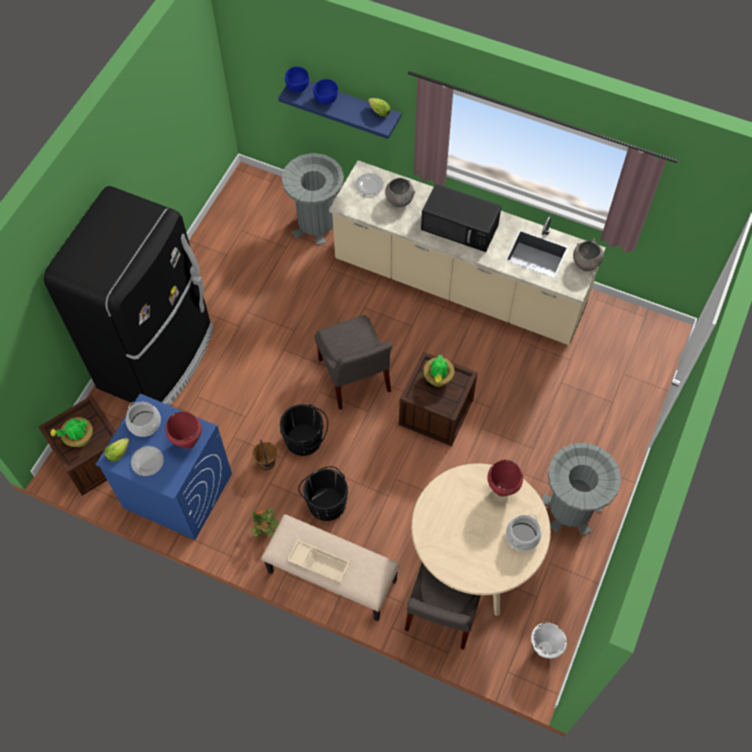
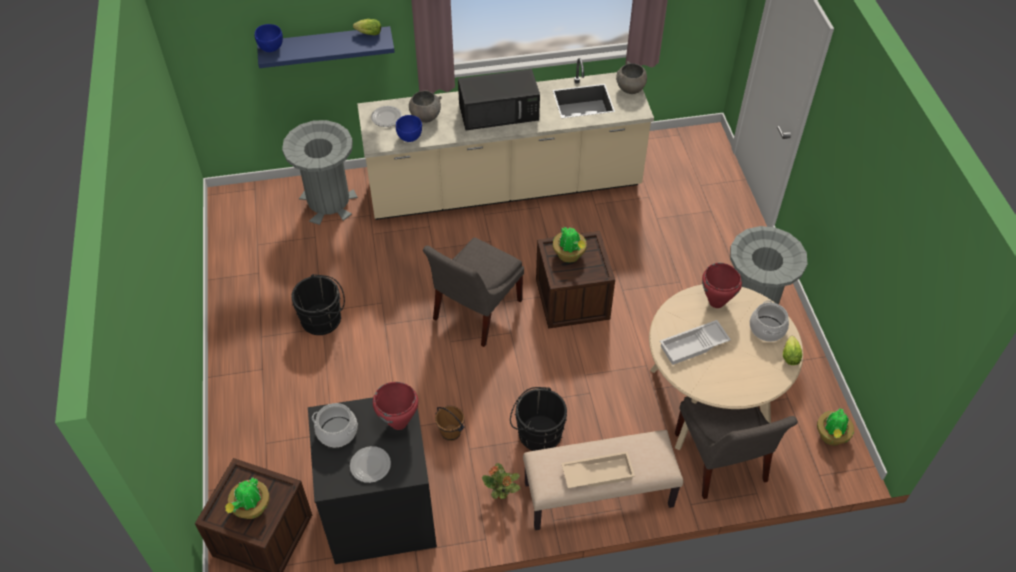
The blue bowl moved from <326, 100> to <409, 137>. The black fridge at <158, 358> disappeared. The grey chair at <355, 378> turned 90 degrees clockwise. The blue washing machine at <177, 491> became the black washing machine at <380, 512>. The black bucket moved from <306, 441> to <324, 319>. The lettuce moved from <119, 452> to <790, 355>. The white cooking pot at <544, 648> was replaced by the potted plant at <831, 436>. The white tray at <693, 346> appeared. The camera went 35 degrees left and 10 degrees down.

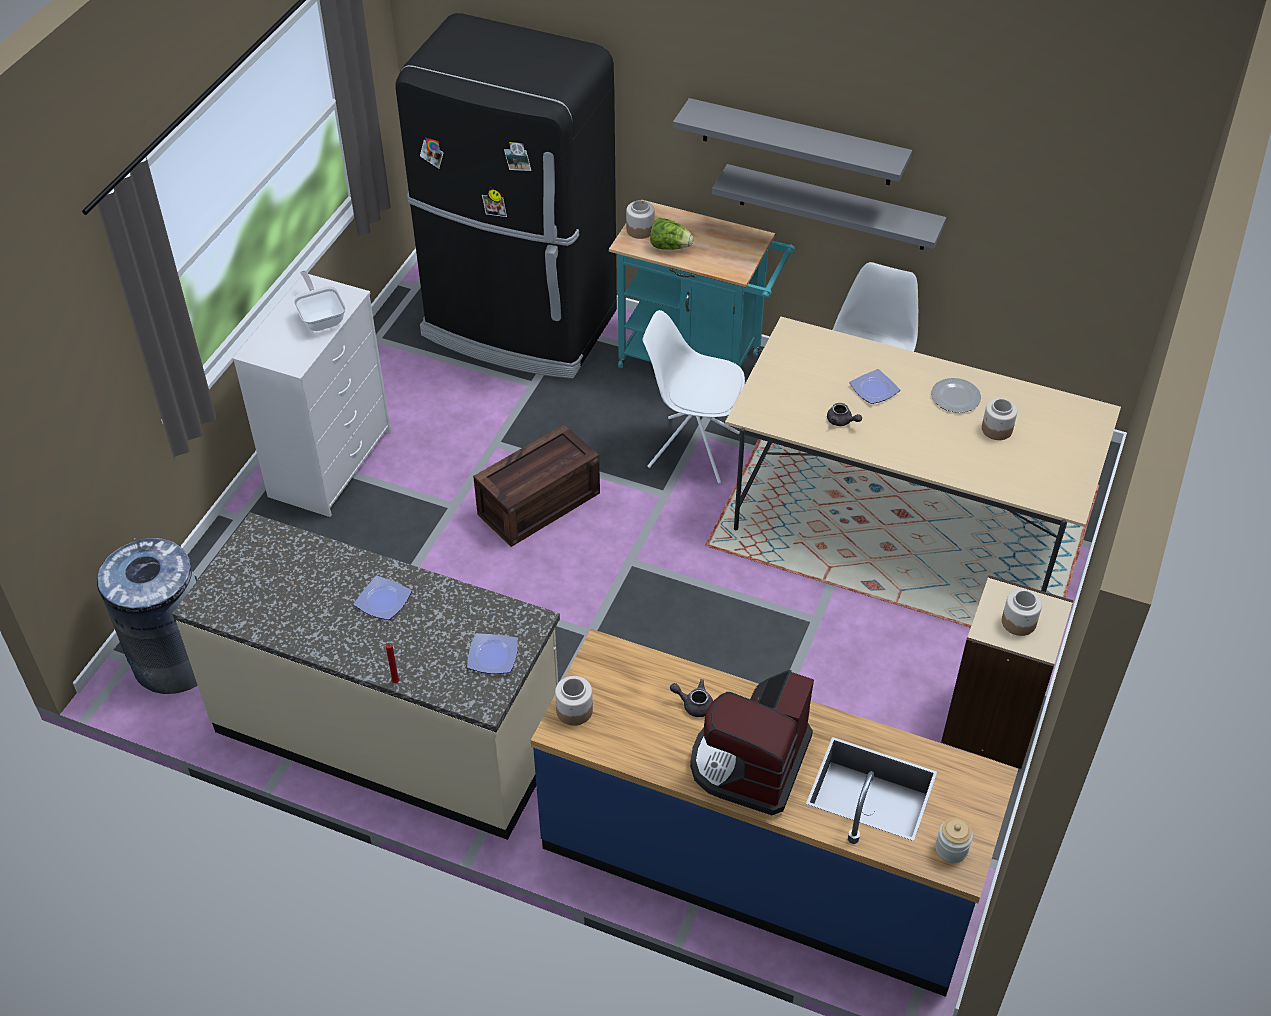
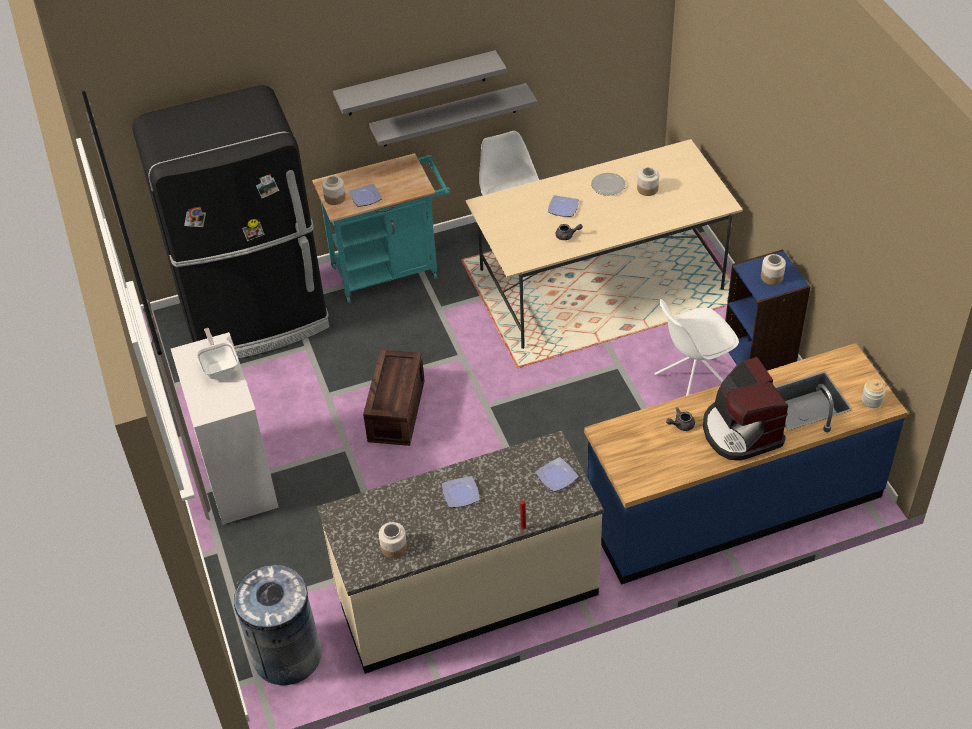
The lettuce at <670, 247> was replaced by the plate at <365, 197>. The frying pan at <321, 317> turned 45 degrees clockwise. The white chair moved from <691, 449> to <692, 384>. The beige bookcase at <992, 723> became the blue bookcase at <759, 354>. The jar moved from <574, 711> to <394, 547>. The camera went 40 degrees left and 0 degrees up.

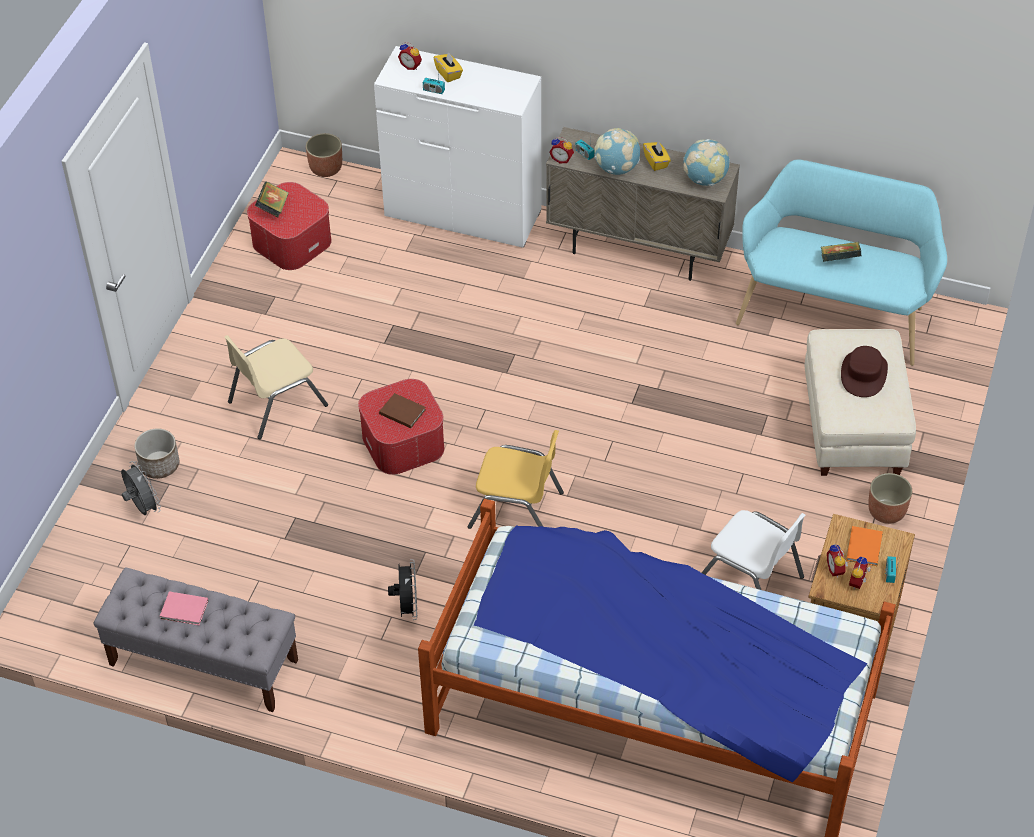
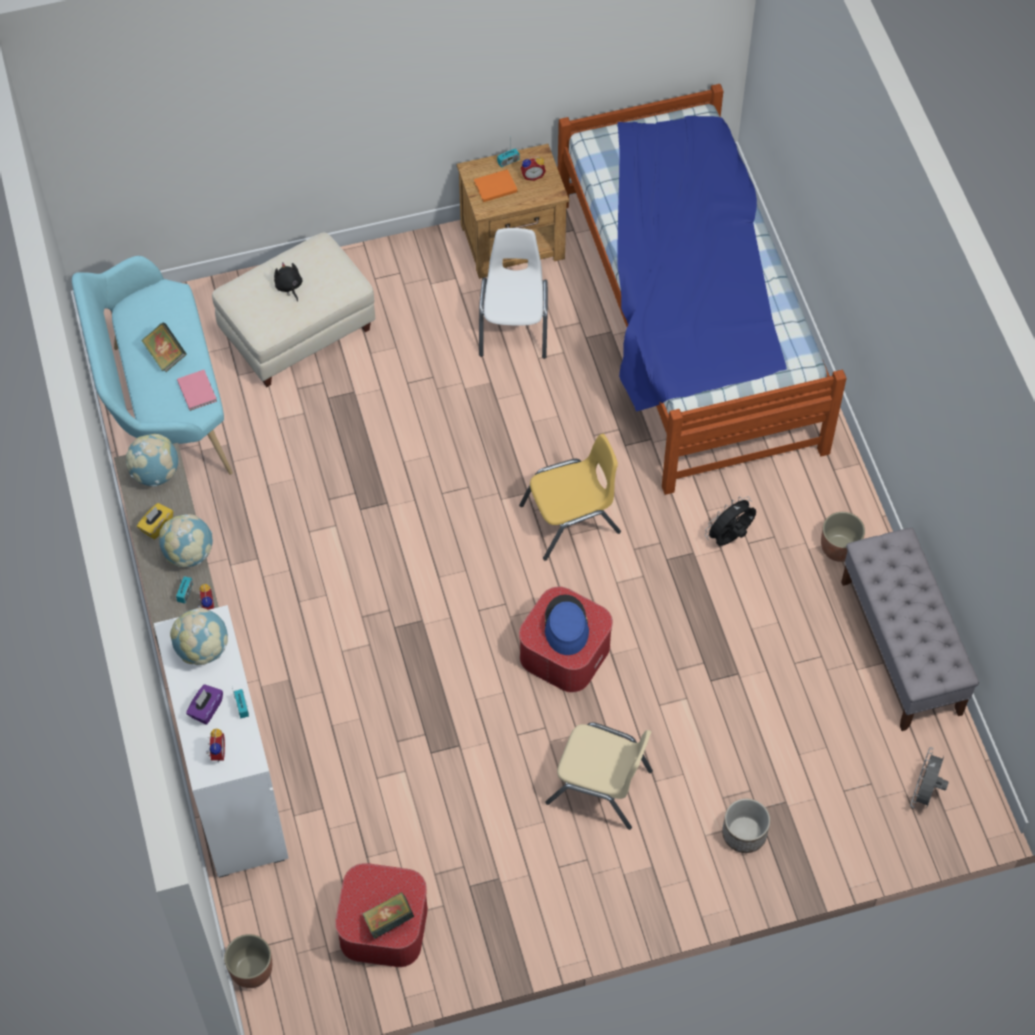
The yellow tissue box at <448, 74> became the purple tissue box at <206, 709>. The brown hat at <863, 374> was replaced by the black plush toy at <289, 286>. The brown book at <402, 411> was replaced by the blue hat at <566, 625>. The yellow chair at <516, 509> turned 90 degrees clockwise. The grey fan moved from <142, 507> to <924, 793>. The planter moved from <886, 511> to <839, 548>. The alarm clock at <836, 570> disappeared. The pink book moved from <185, 610> to <197, 390>. The globe at <202, 649> appeared. The camera went 125 degrees left and 10 degrees up.

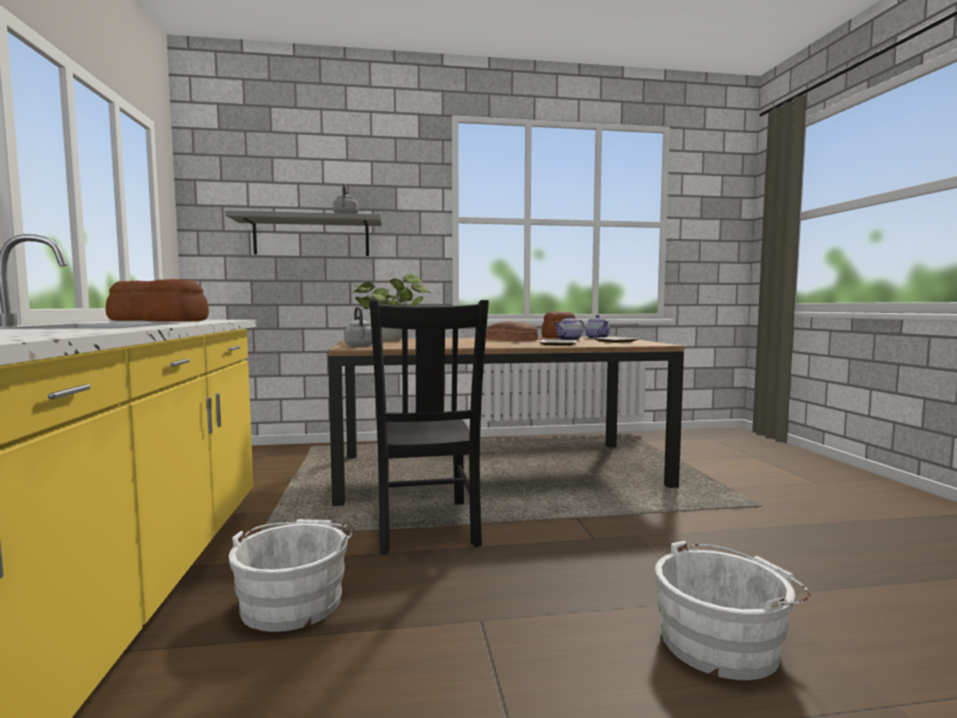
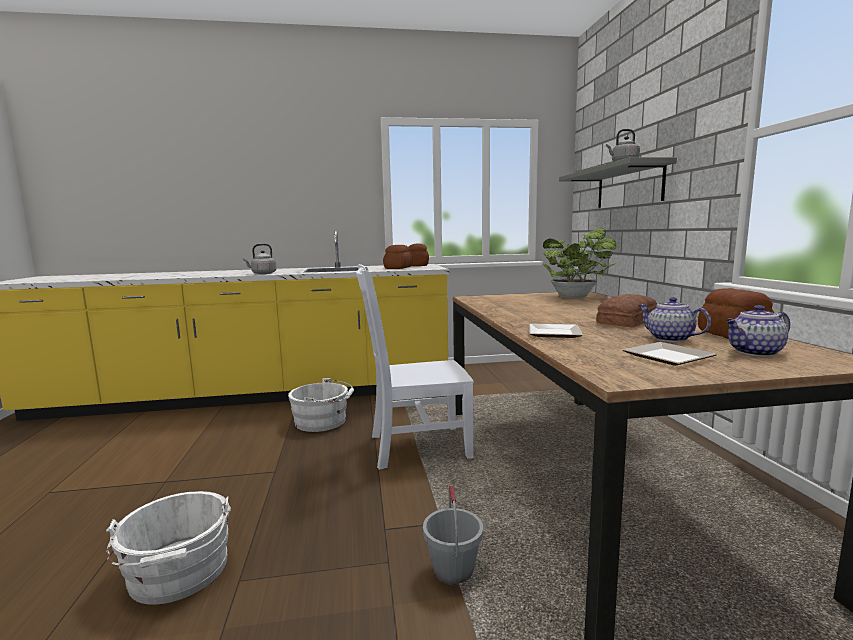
The black chair at <426, 528> became the white chair at <415, 447>. The grey kettle moved from <360, 346> to <262, 273>. The grey bucket at <454, 571> appeared. The camera went 90 degrees right and 5 degrees up.

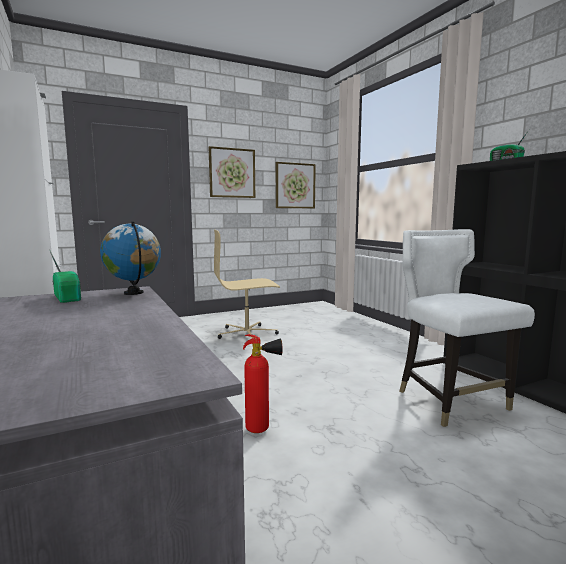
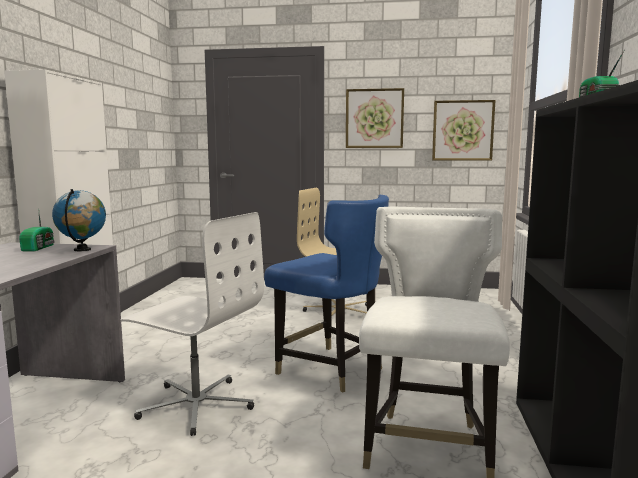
The fire extinguisher at <263, 429> was replaced by the white office chair at <196, 404>. The blue chair at <330, 369> appeared. The camera went 35 degrees right and 0 degrees up.

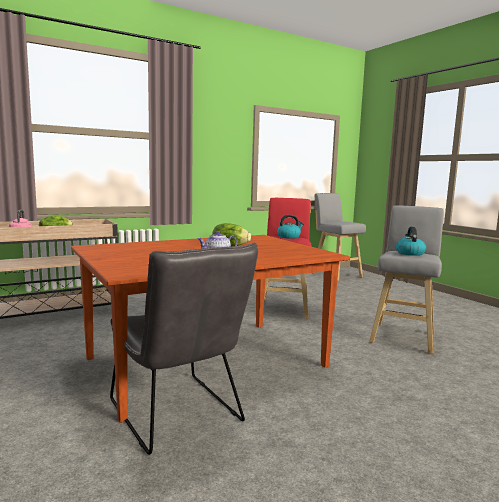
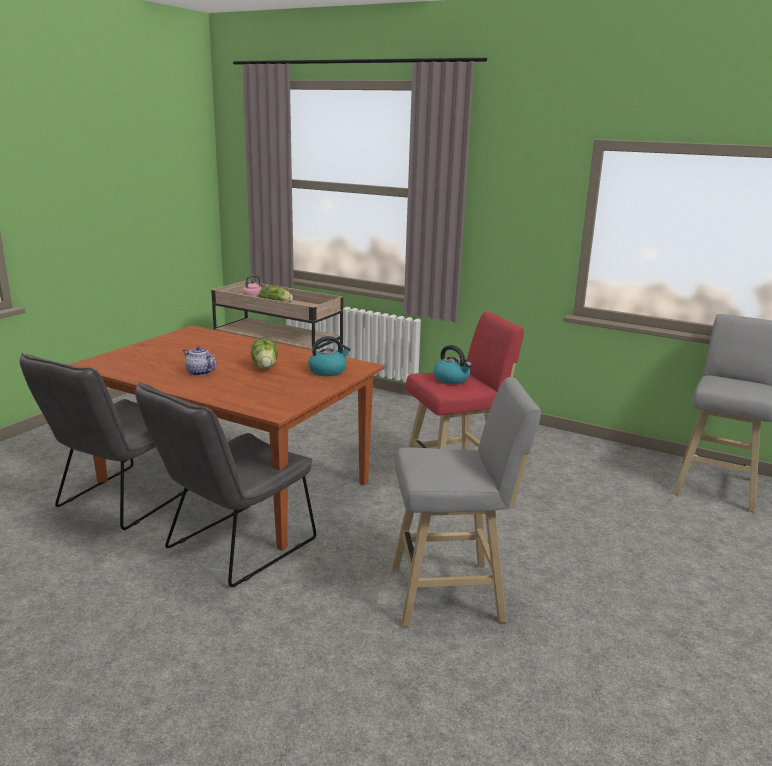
The kettle moved from <409, 253> to <328, 371>. The grey chair at <233, 548> appeared. The camera went 60 degrees right and 10 degrees up.

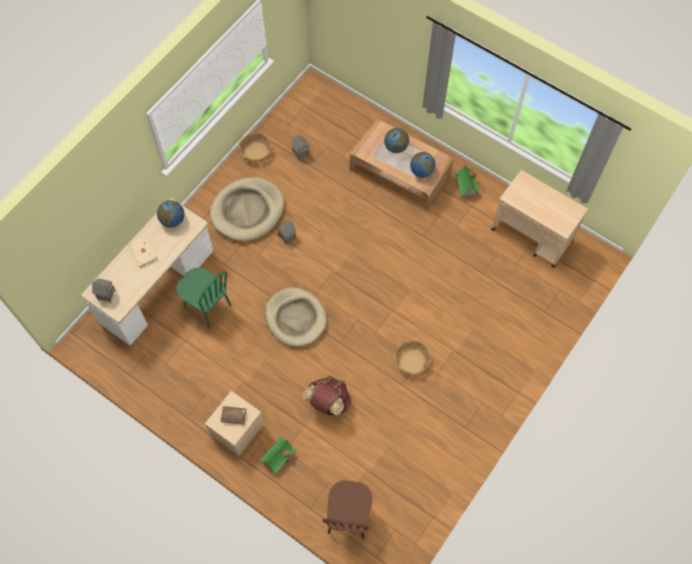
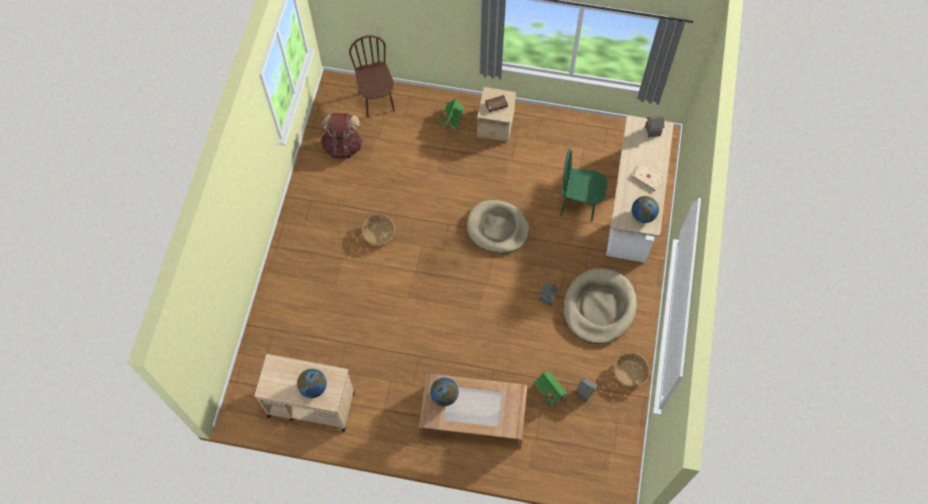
The globe moved from <396, 147> to <313, 387>. The toy house moved from <466, 186> to <550, 391>. The brown backpack moved from <328, 402> to <343, 146>. The camera went 155 degrees right and 0 degrees up.

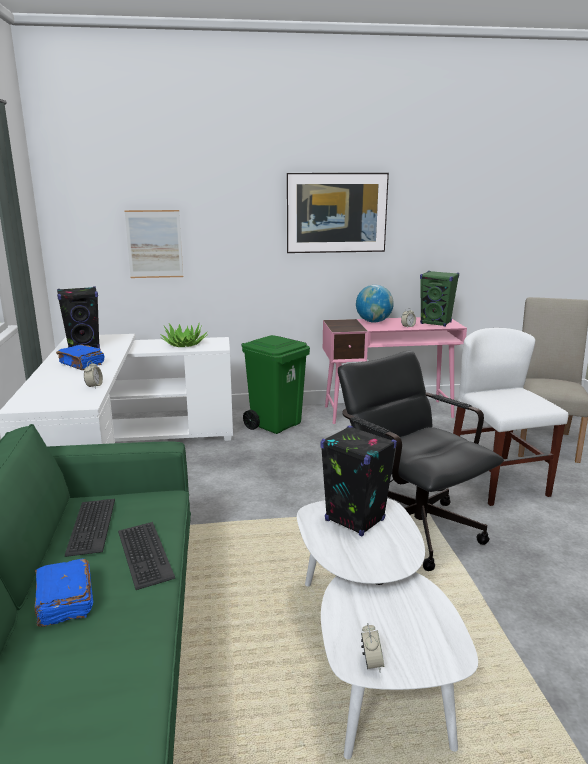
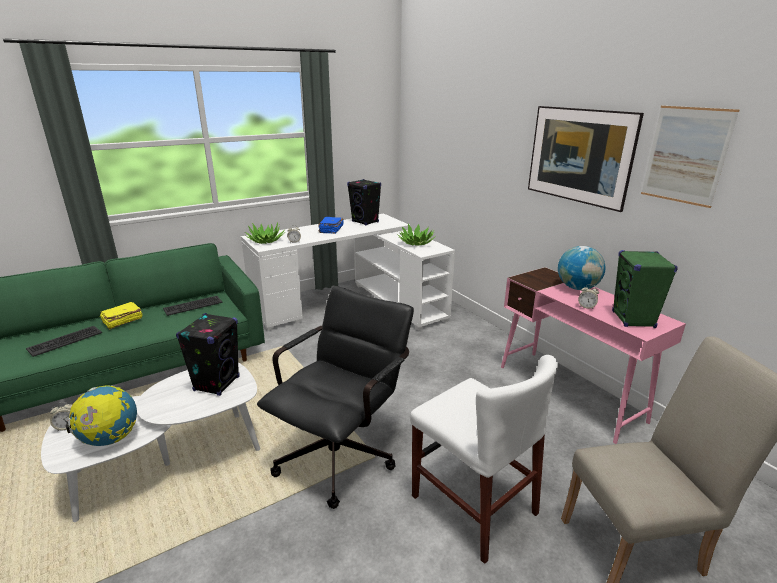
The picture moved from <154, 244> to <685, 155>. The white chair at <497, 481> turned 90 degrees clockwise. The green trash can at <276, 424> disappeared. The keyboard moved from <144, 554> to <65, 341>. The blue book at <64, 603> became the yellow book at <122, 321>. The potted plant at <265, 240> appeared. The globe at <110, 439> appeared. The camera went 65 degrees right and 5 degrees up.

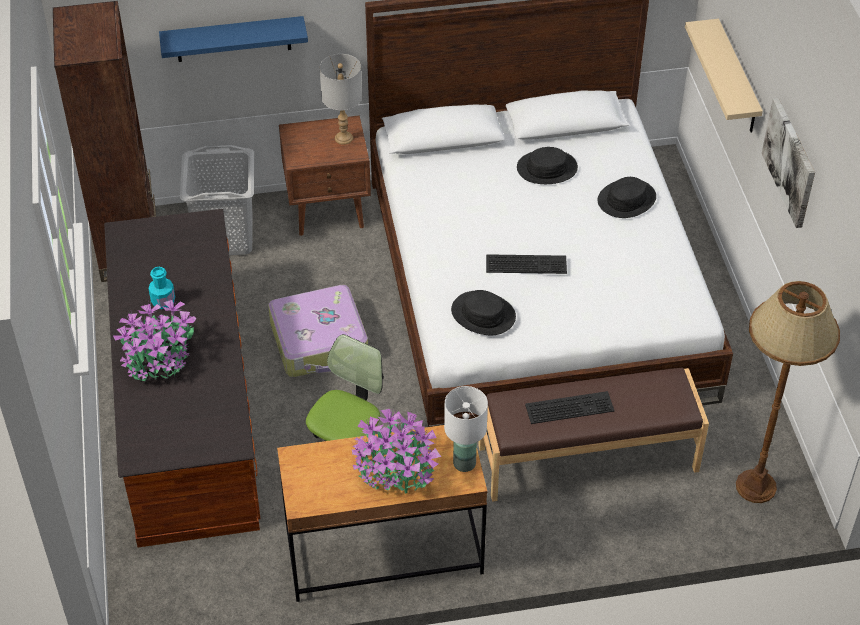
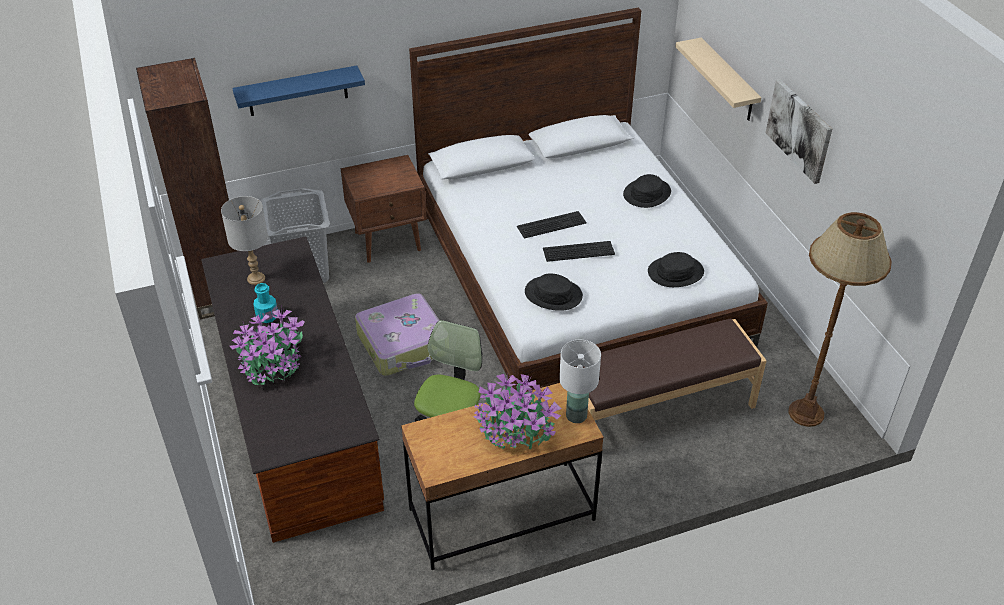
The grey table lamp moved from <343, 138> to <256, 279>. The black hat moved from <547, 168> to <675, 272>. The keyboard moved from <570, 406> to <551, 224>. The camera went 10 degrees left and 5 degrees down.

